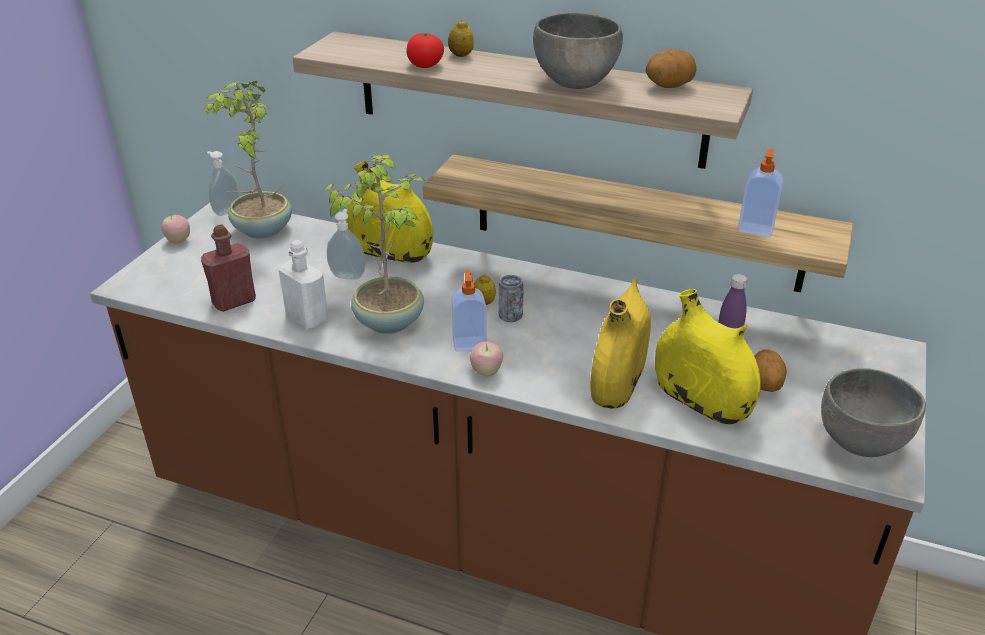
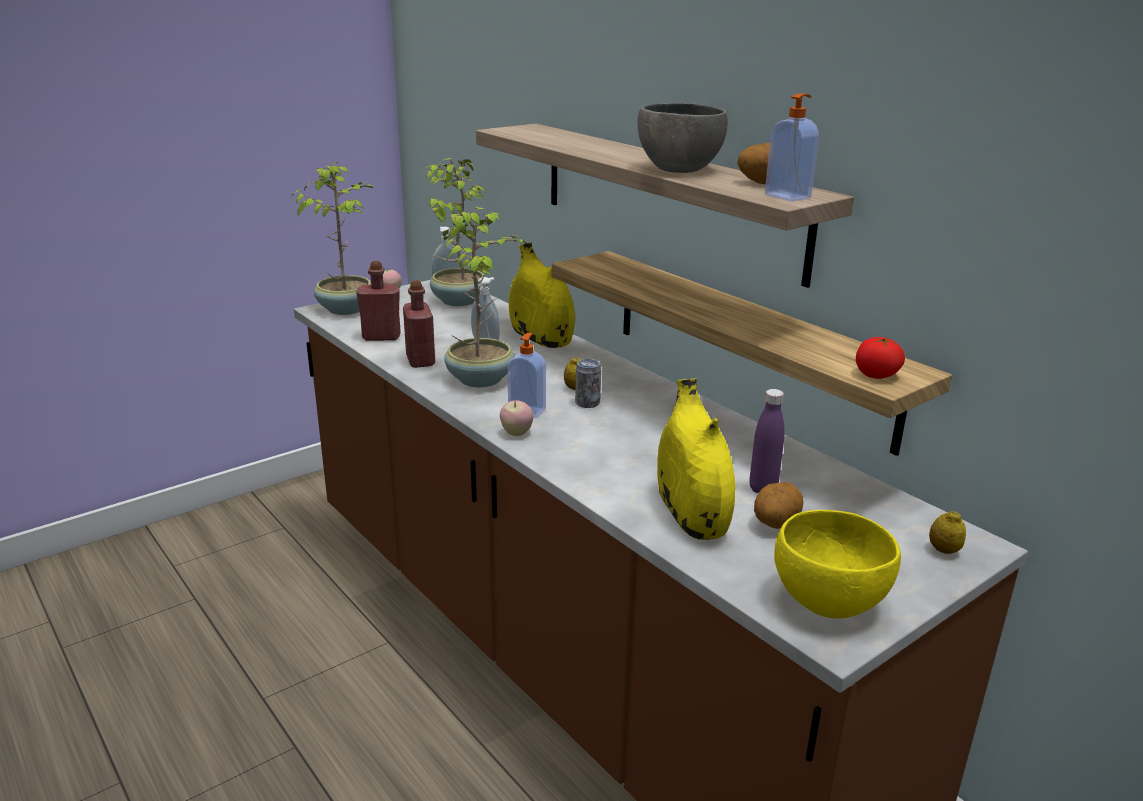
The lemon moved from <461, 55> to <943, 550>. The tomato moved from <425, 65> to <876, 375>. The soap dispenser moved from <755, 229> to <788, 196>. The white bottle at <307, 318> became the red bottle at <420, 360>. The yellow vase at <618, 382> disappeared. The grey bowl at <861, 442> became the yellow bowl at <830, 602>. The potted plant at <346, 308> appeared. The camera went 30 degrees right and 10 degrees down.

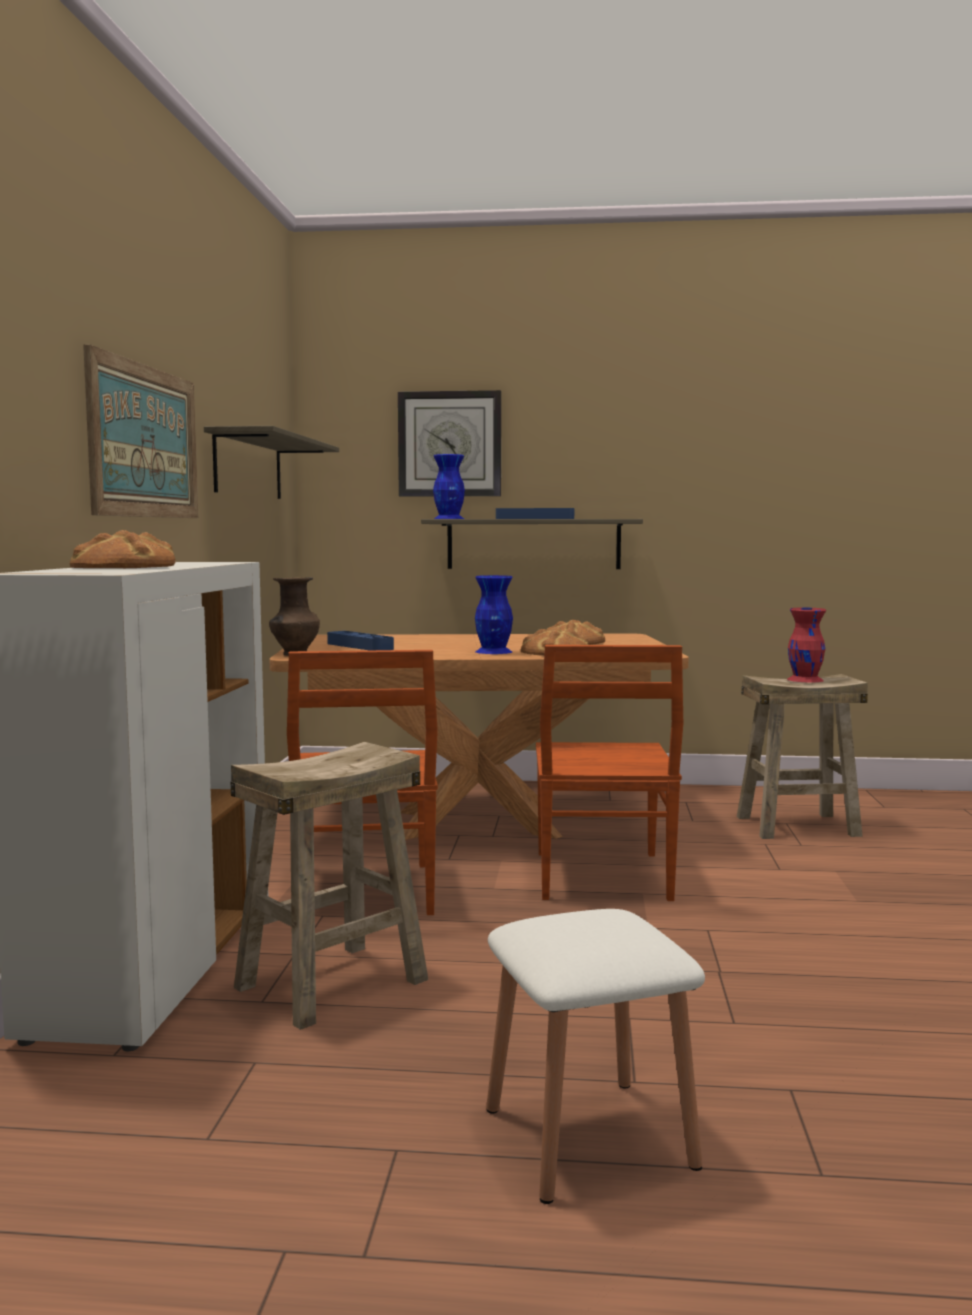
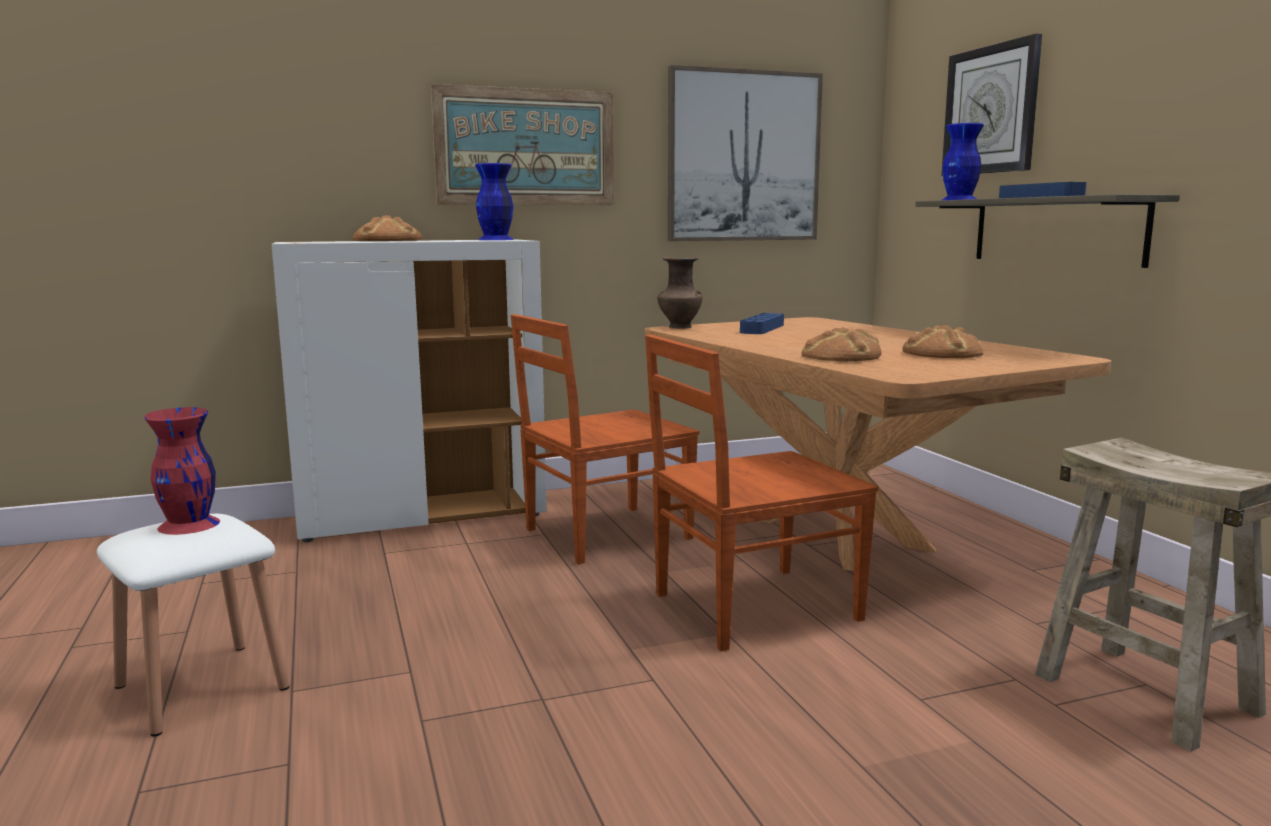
The shelf at <248, 467> was replaced by the picture at <743, 157>. The blue vase moved from <494, 652> to <495, 239>. The red vase moved from <806, 679> to <188, 525>. The beige stool at <331, 983> disappeared. The camera went 65 degrees right and 5 degrees up.

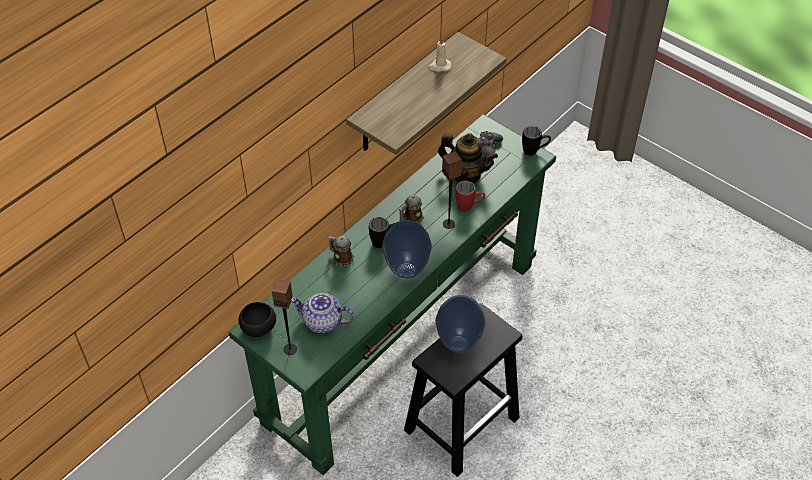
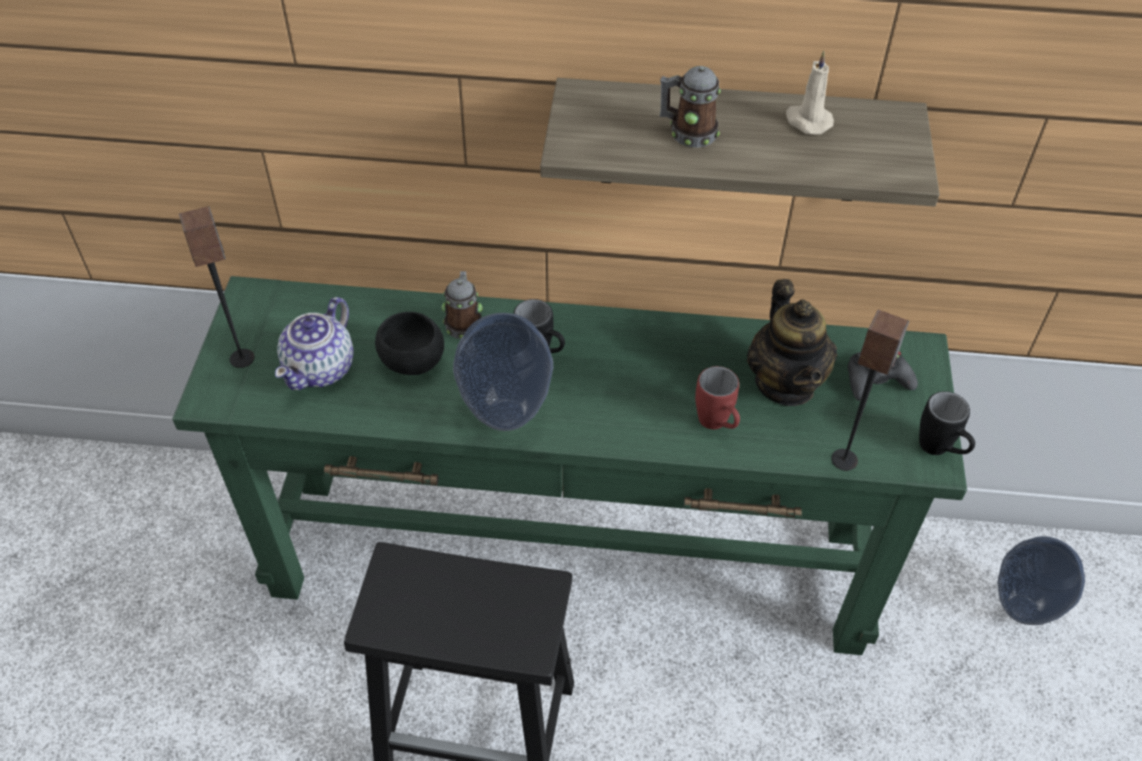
The speaker moved from <449, 224> to <845, 460>. The mug moved from <410, 219> to <687, 132>. The teapot at <323, 322> turned 135 degrees counterclockwise. The vase moved from <459, 344> to <1022, 610>. The black bowl moved from <258, 328> to <413, 362>. The camera went 55 degrees right and 0 degrees up.

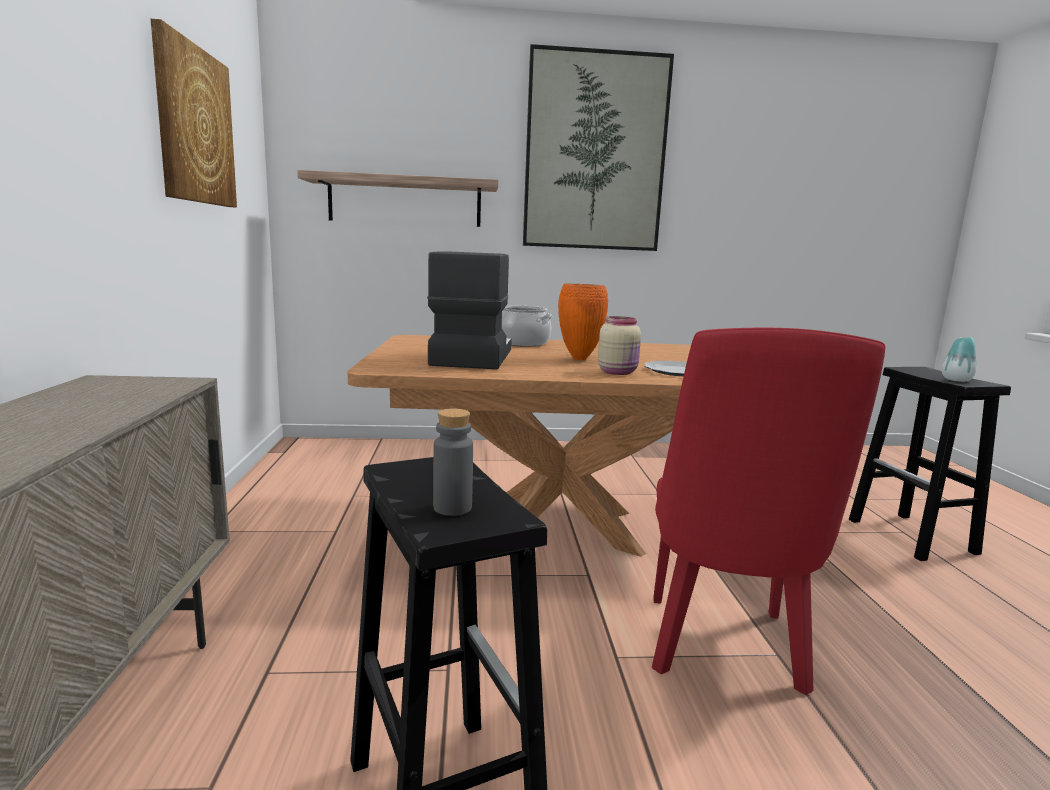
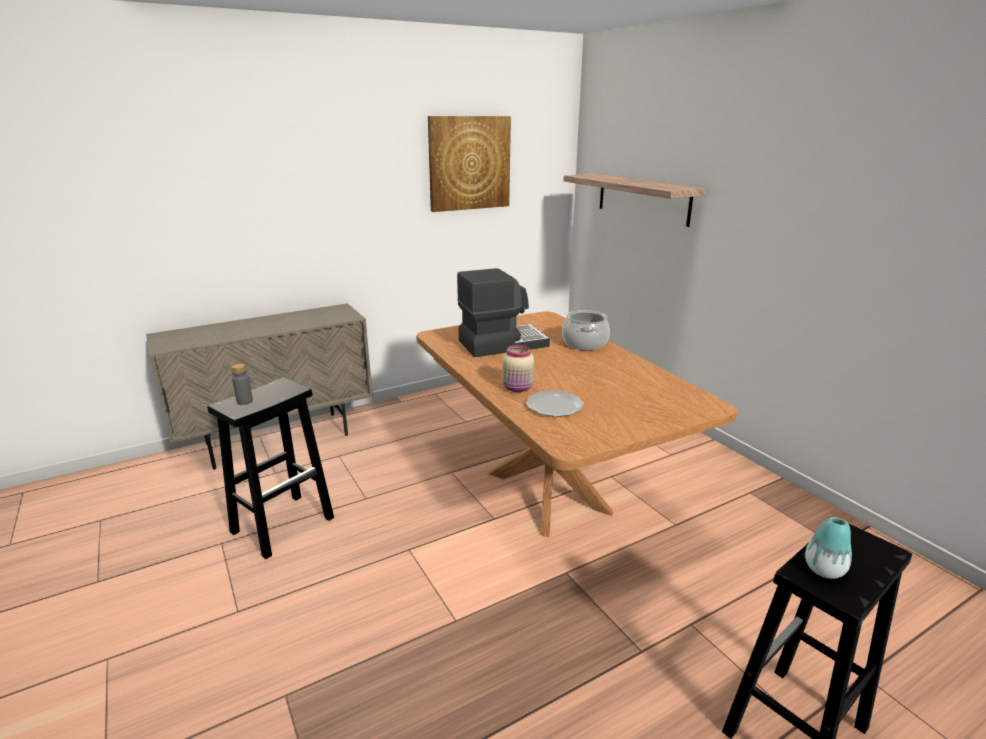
The picture at <595, 153> disappeared. The orange vase at <579, 359> disappeared. The red chair at <724, 651> disappeared. The camera went 65 degrees right and 10 degrees up.

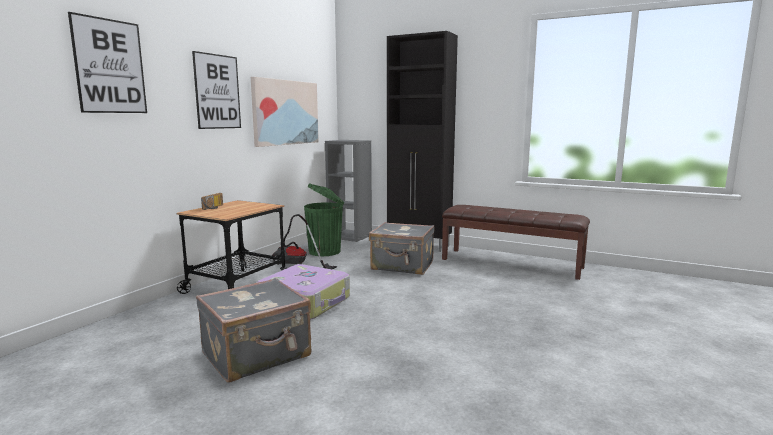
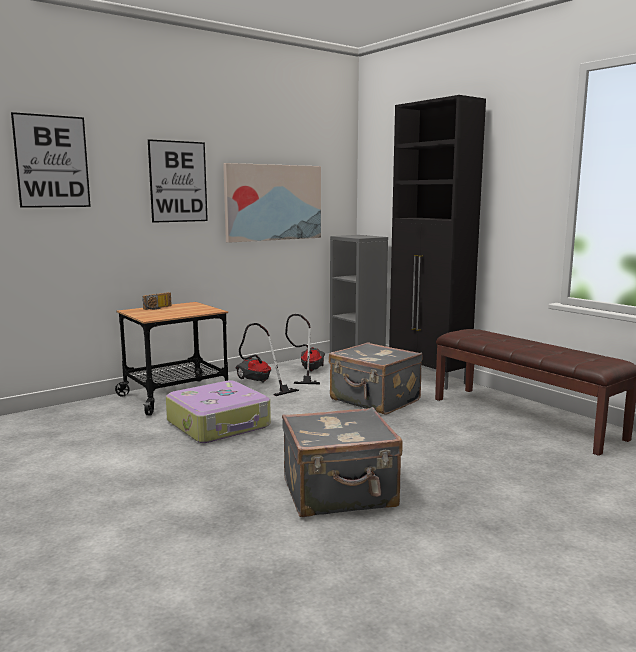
The green trash can at <326, 251> was replaced by the vacuum cleaner at <308, 371>. The grey suitcase moved from <257, 355> to <340, 494>. The camera went 25 degrees right and 0 degrees up.

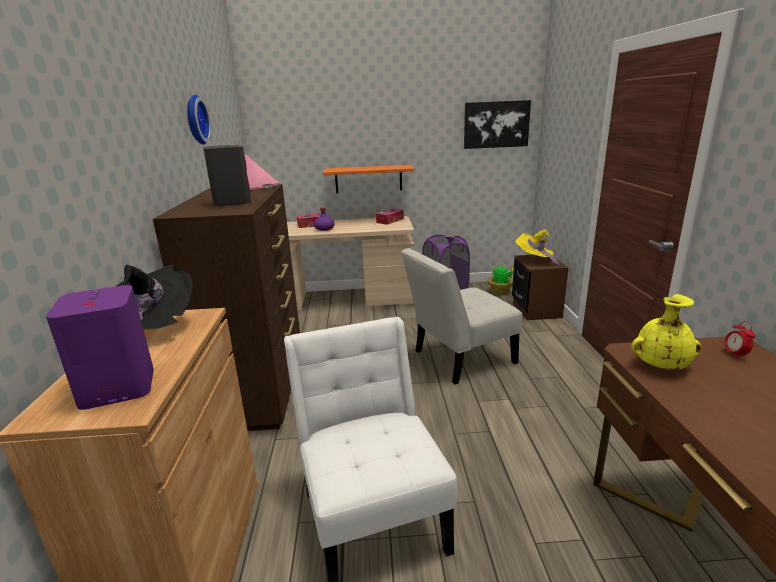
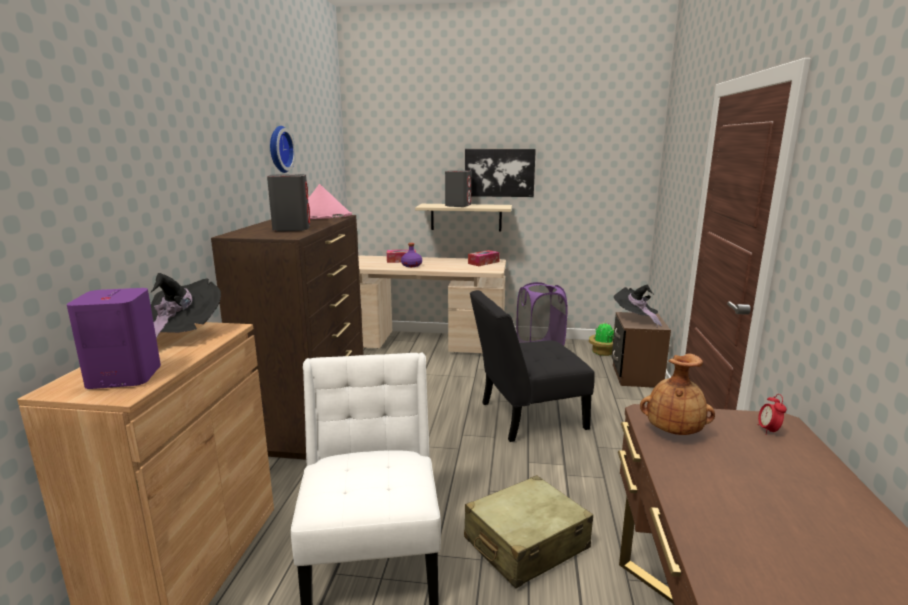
The picture moved from <496, 124> to <499, 172>. The orange shelf at <368, 179> became the beige shelf at <466, 217>. The yellow hat at <534, 260> became the black hat at <635, 319>. The white chair at <459, 359> became the black chair at <526, 417>. The yellow vase at <660, 366> became the brown vase at <673, 431>. The grey speaker at <458, 205> appeared. The beige suitcase at <525, 544> appeared. The camera went 10 degrees right and 5 degrees down.

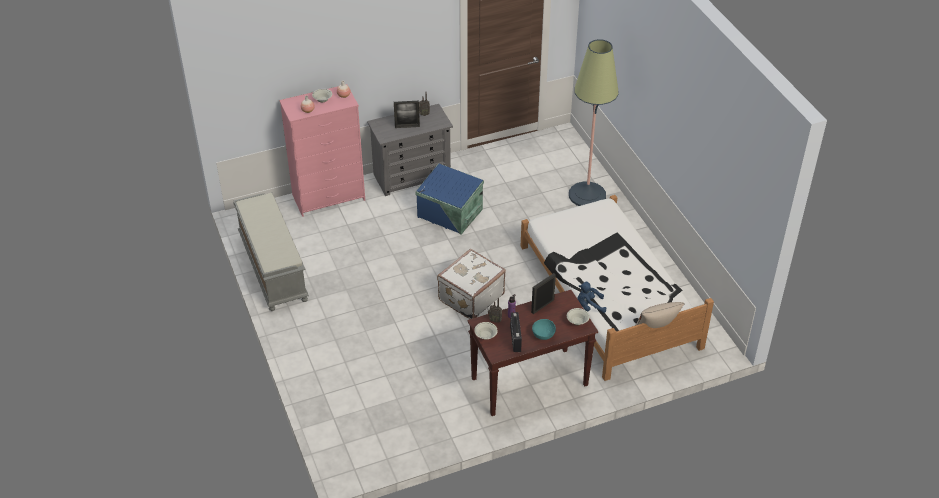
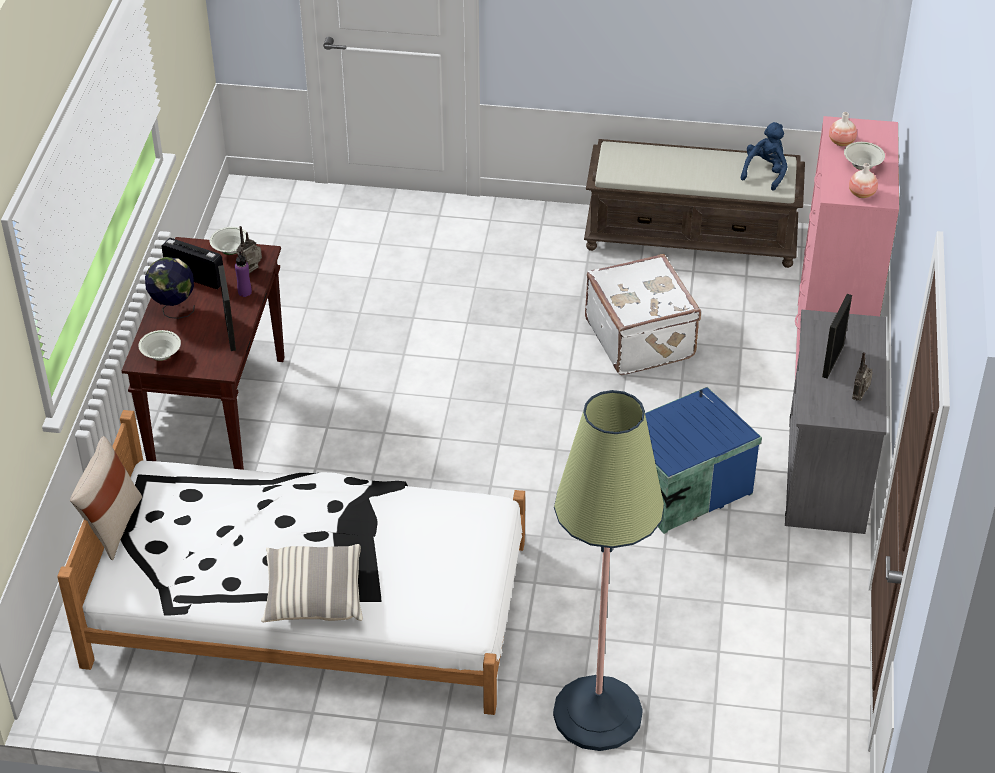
The grey bench at <272, 267> became the brown bench at <692, 237>. The white suitcase moved from <470, 297> to <641, 338>. The blue plush toy moved from <589, 306> to <765, 172>. The turquoise bowl at <544, 335> was replaced by the globe at <173, 309>. The pillow at <313, 596> appeared. The camera went 120 degrees right and 0 degrees up.

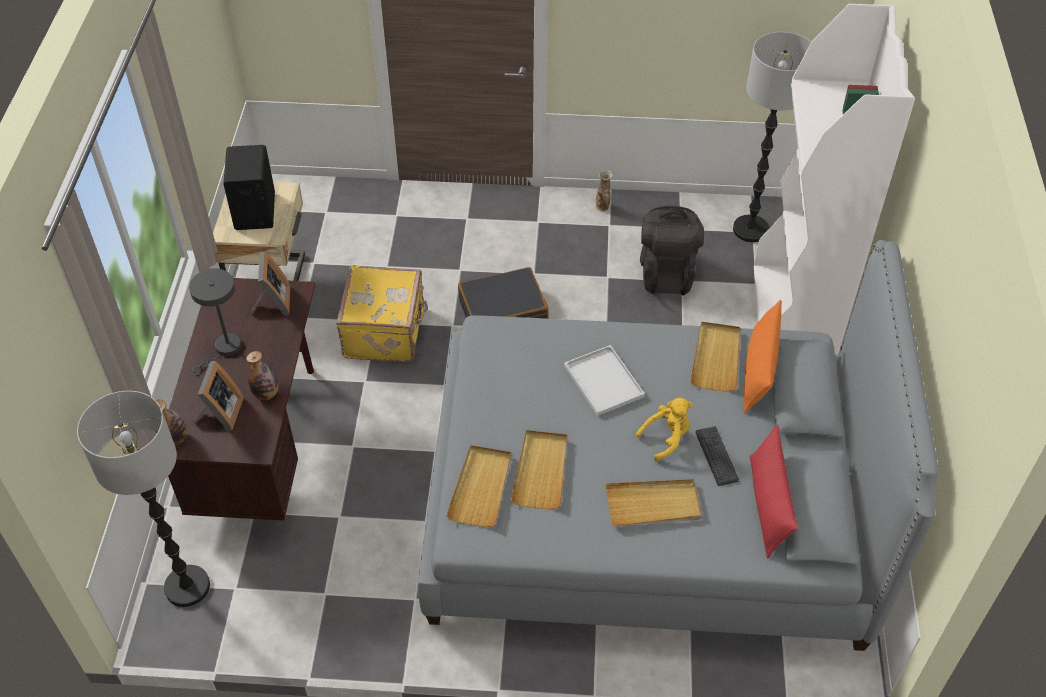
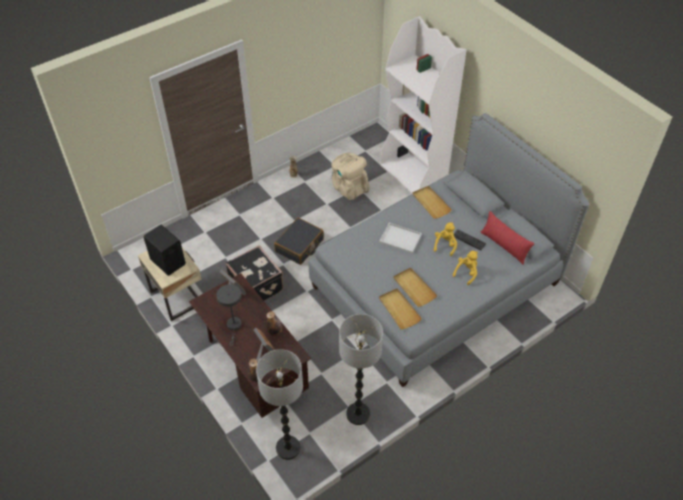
The floor lamp moved from <750, 230> to <358, 414>. The black backpack at <666, 273> became the beige backpack at <348, 188>. The yellow suitcase at <386, 332> became the black suitcase at <256, 285>. The orange pillow at <758, 372> disappeared. The beige tray at <653, 505> was replaced by the yellow plush toy at <466, 272>. The camera went 40 degrees left and 0 degrees up.

